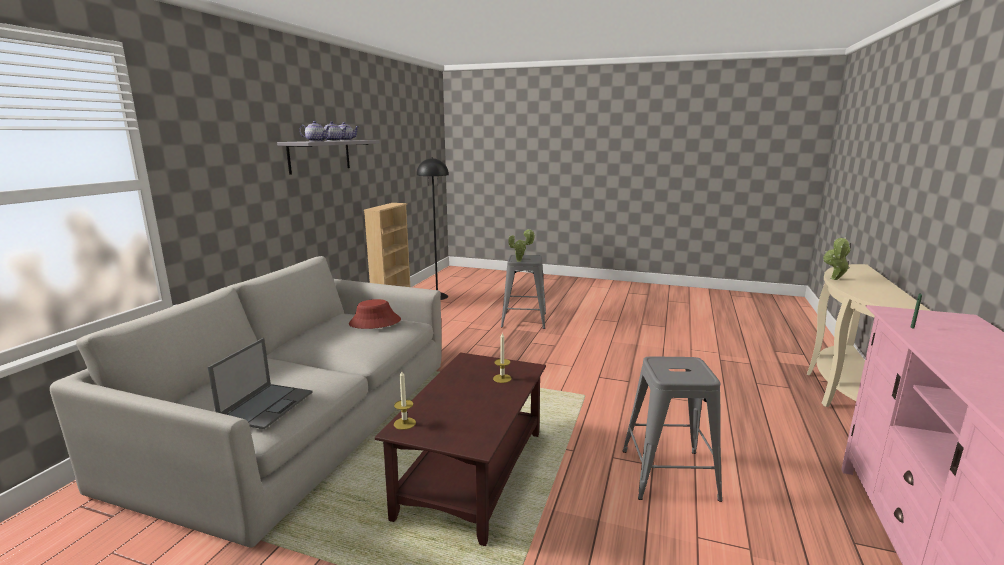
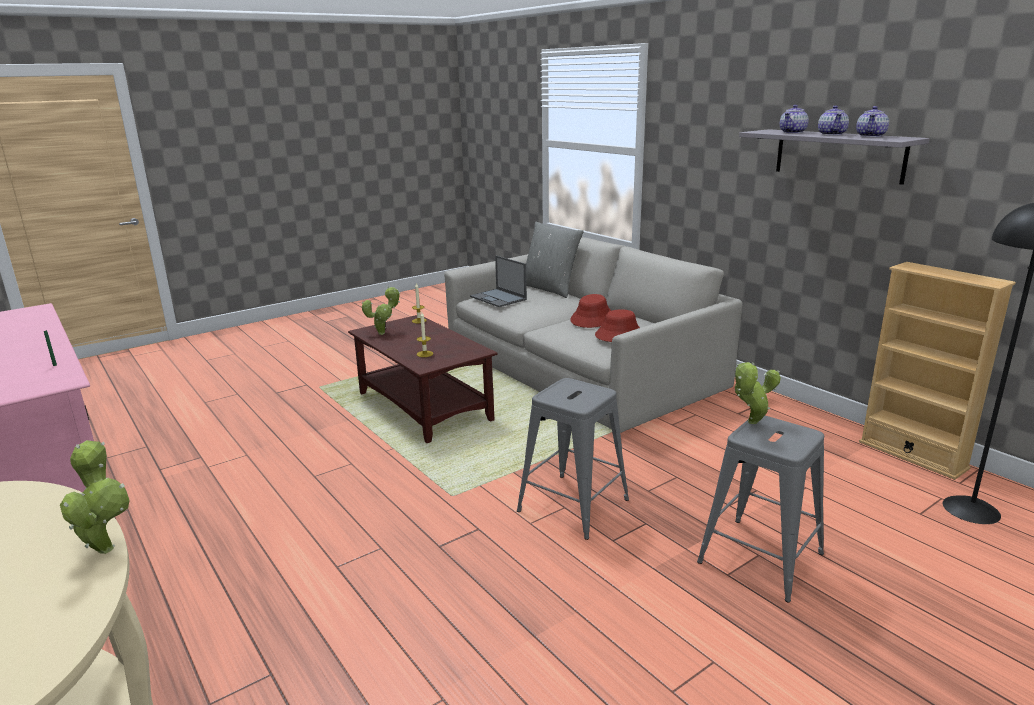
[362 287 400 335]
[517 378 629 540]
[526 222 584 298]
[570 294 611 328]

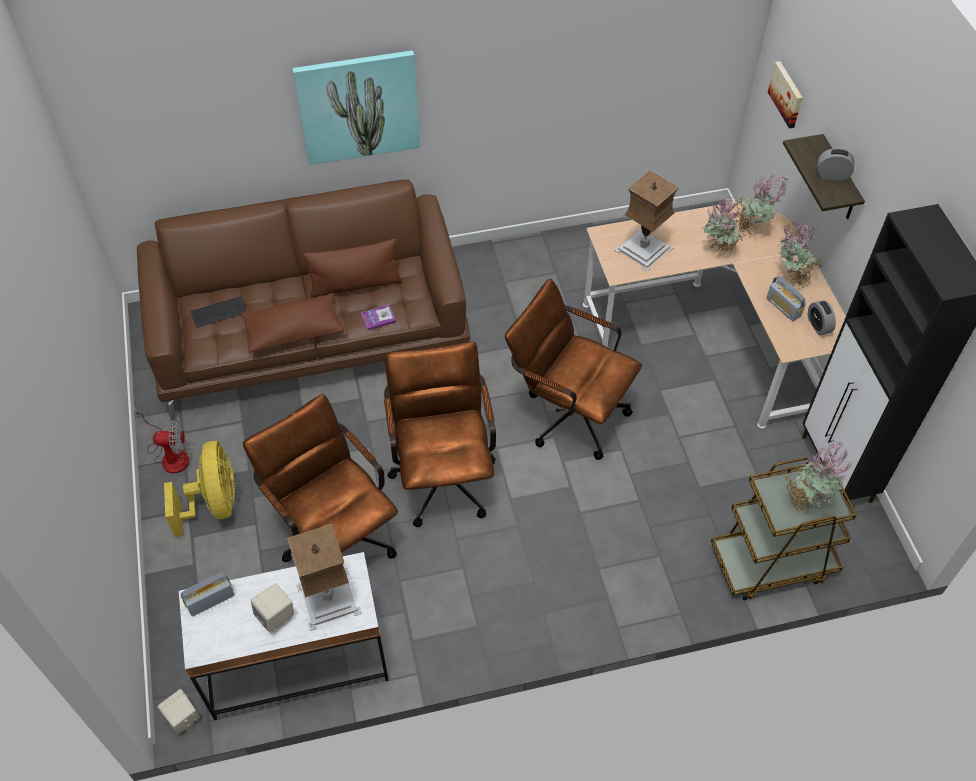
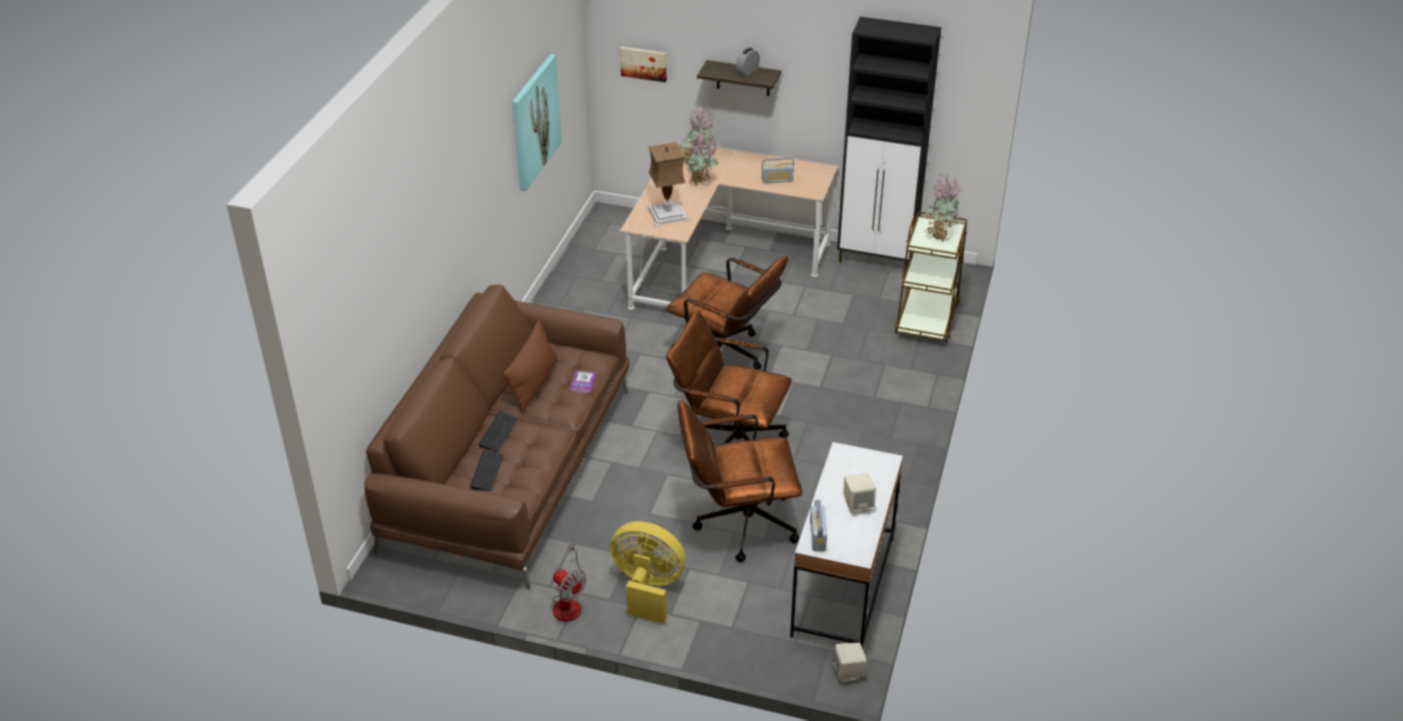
[478 411 518 451]
[512 54 562 191]
[552 542 586 622]
[666 256 788 369]
[241 293 344 353] (first image)
[288 524 362 631] (first image)
[778 221 822 290] (first image)
[808 300 836 335] (first image)

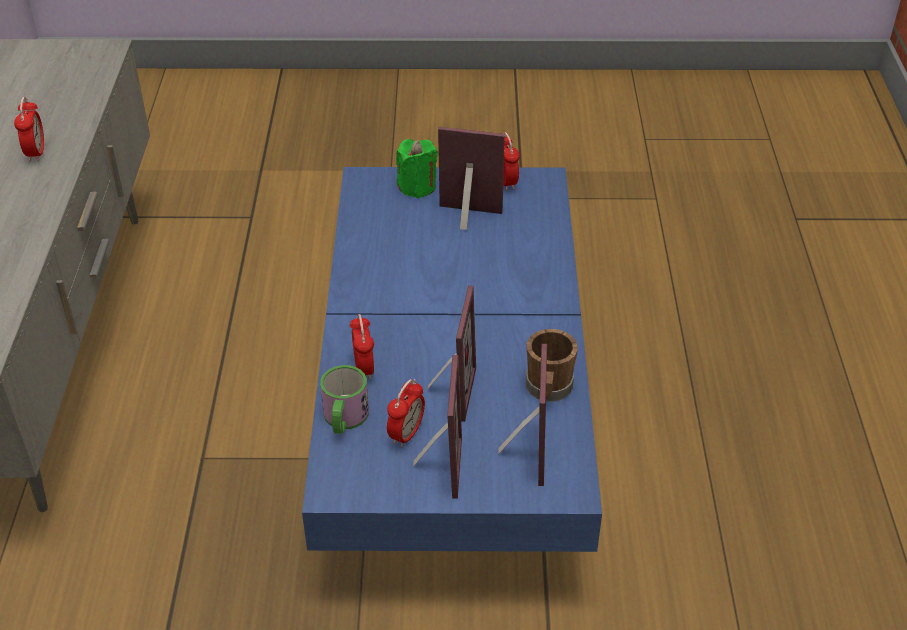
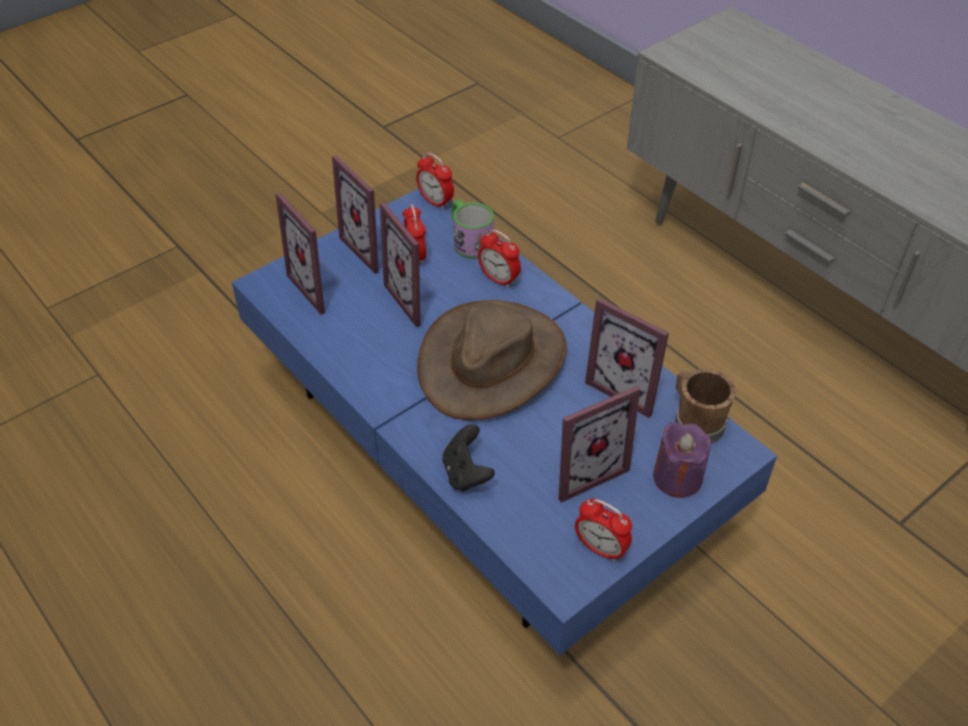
[416 153 454 210]
[417 300 567 420]
[442 424 495 491]
[585 298 669 418]
[653 422 711 498]
[675 369 736 443]

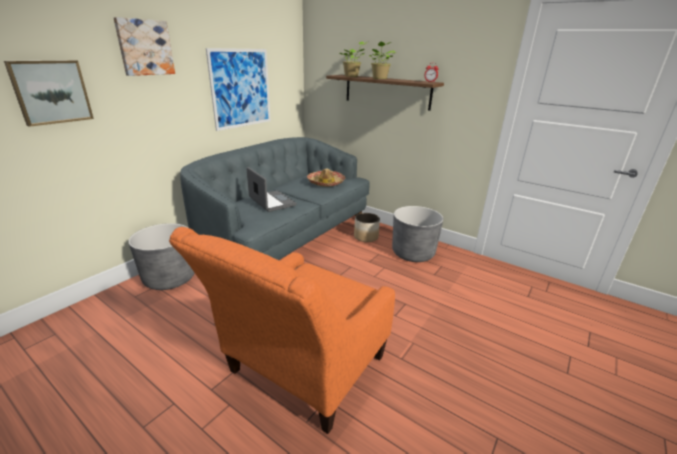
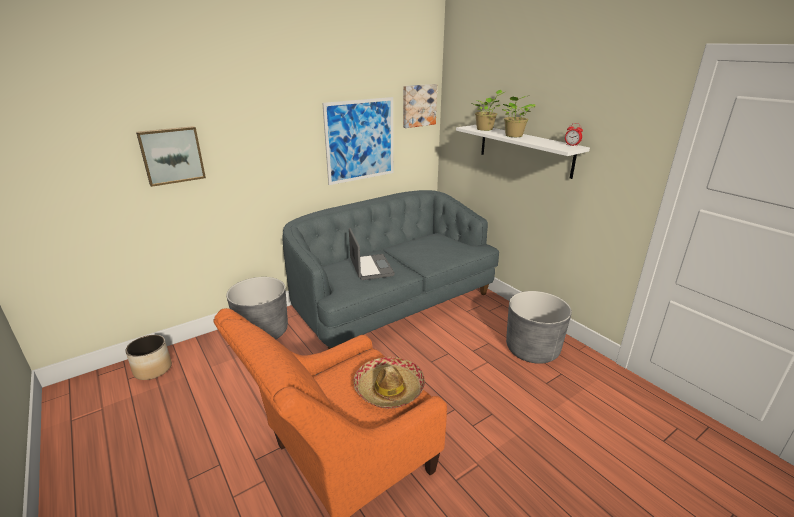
[125 335 172 380]
[354 357 425 409]
[403 84 437 128]
[456 125 590 179]

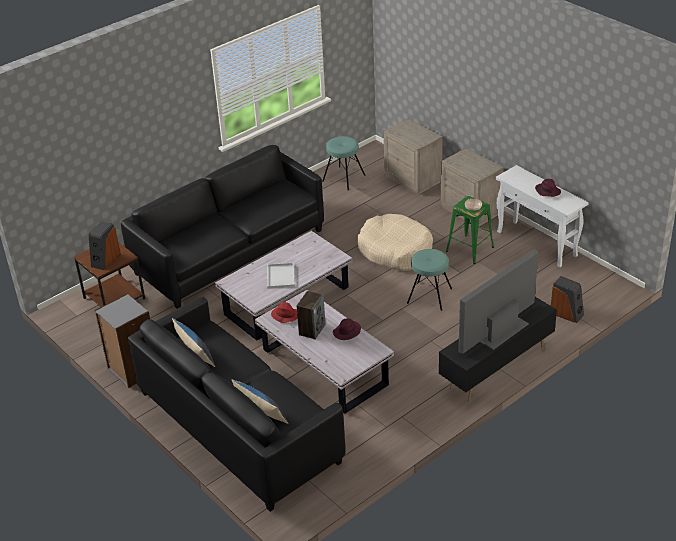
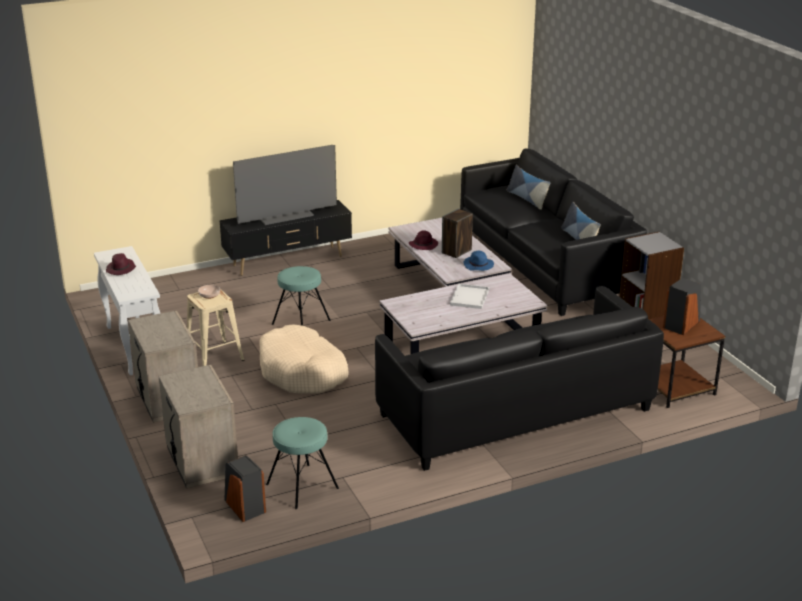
[187 289 244 366]
[224 455 266 522]
[464 251 494 271]

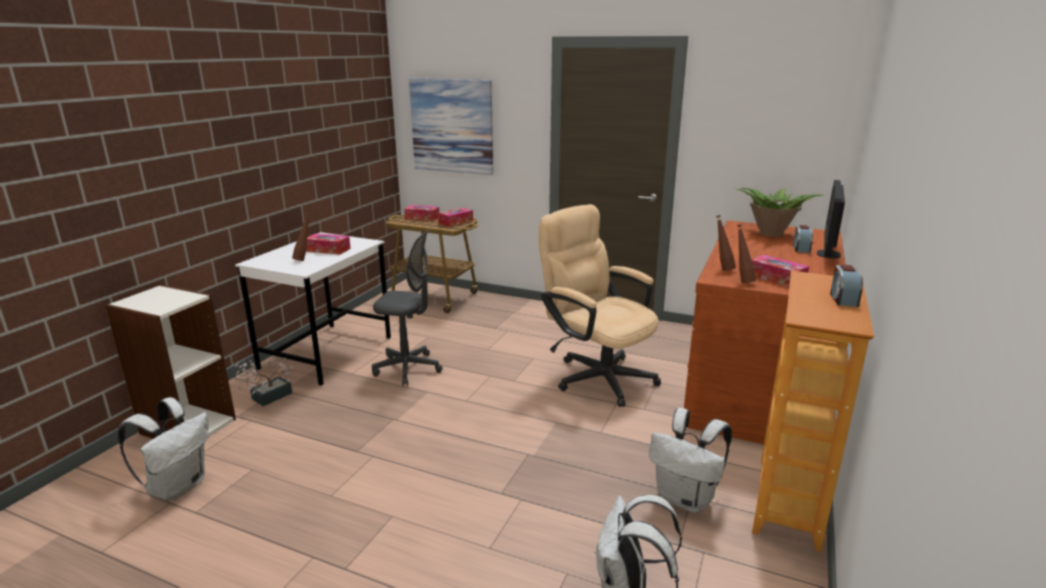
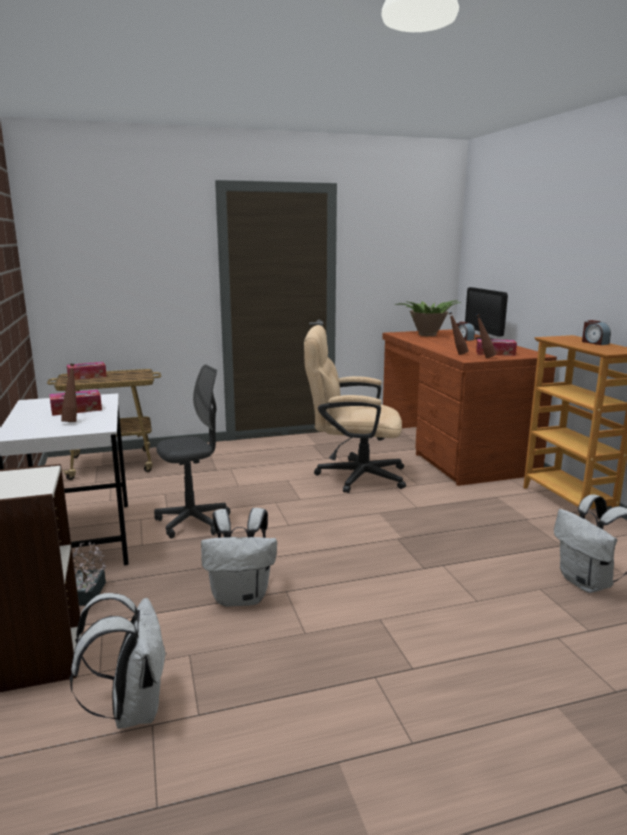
[201 508 277 607]
[409 78 493 175] (first image)
[438 208 473 227] (first image)

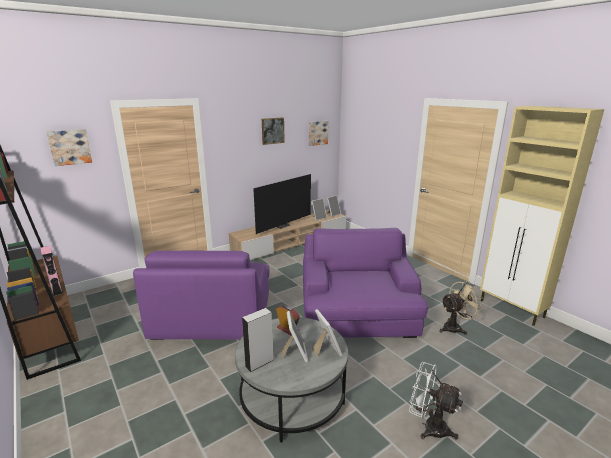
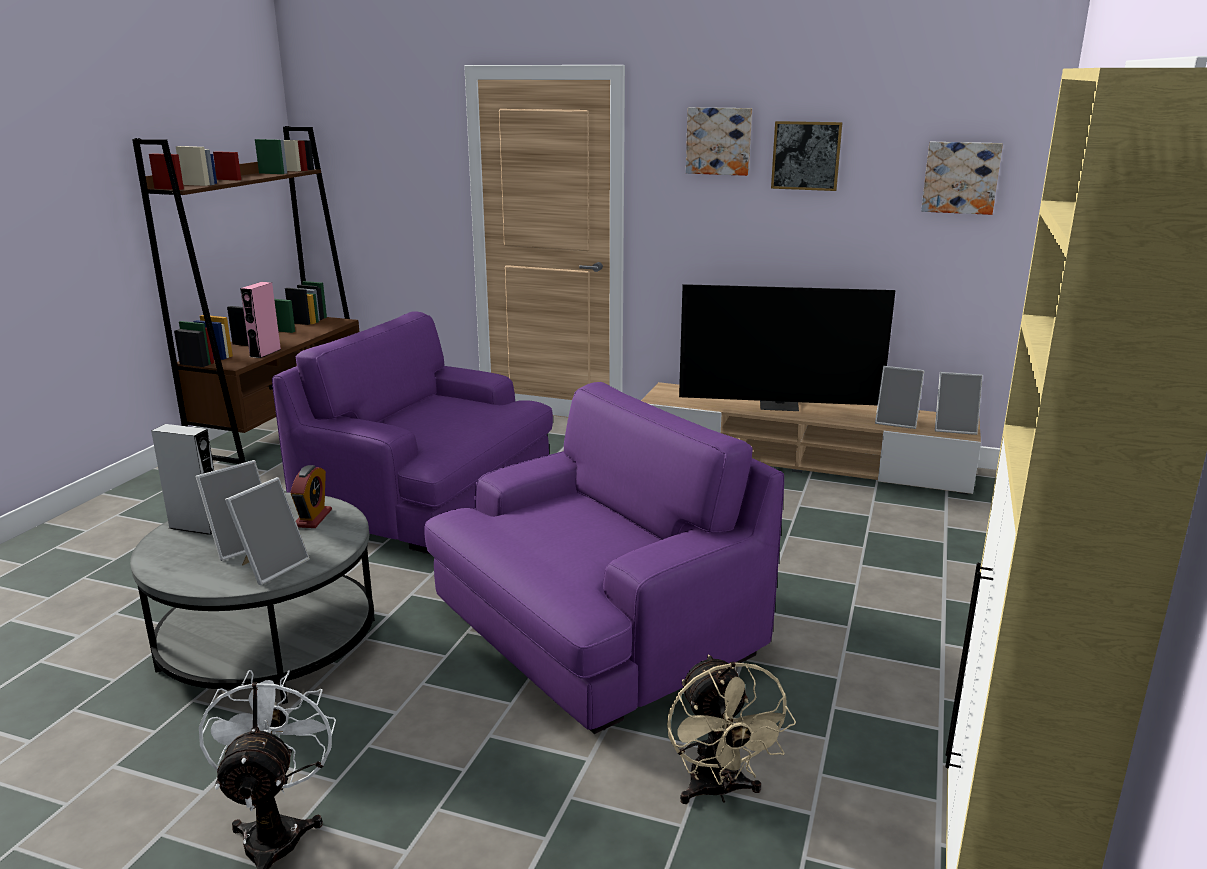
[272 311 553 554]
[667 655 796 804]
[686 107 752 176]

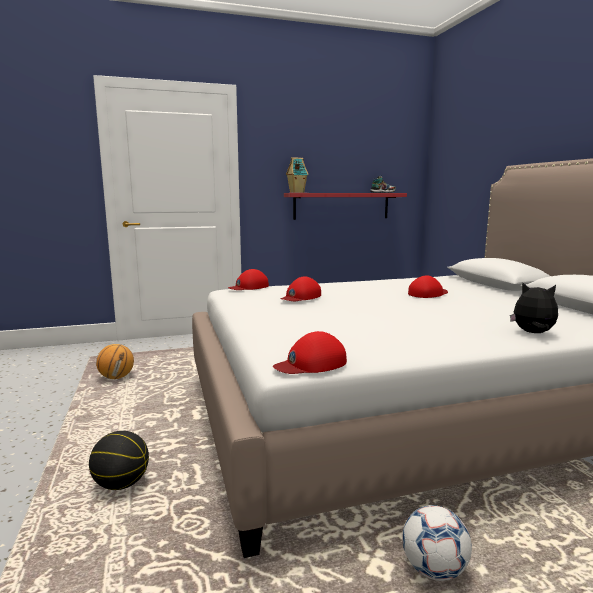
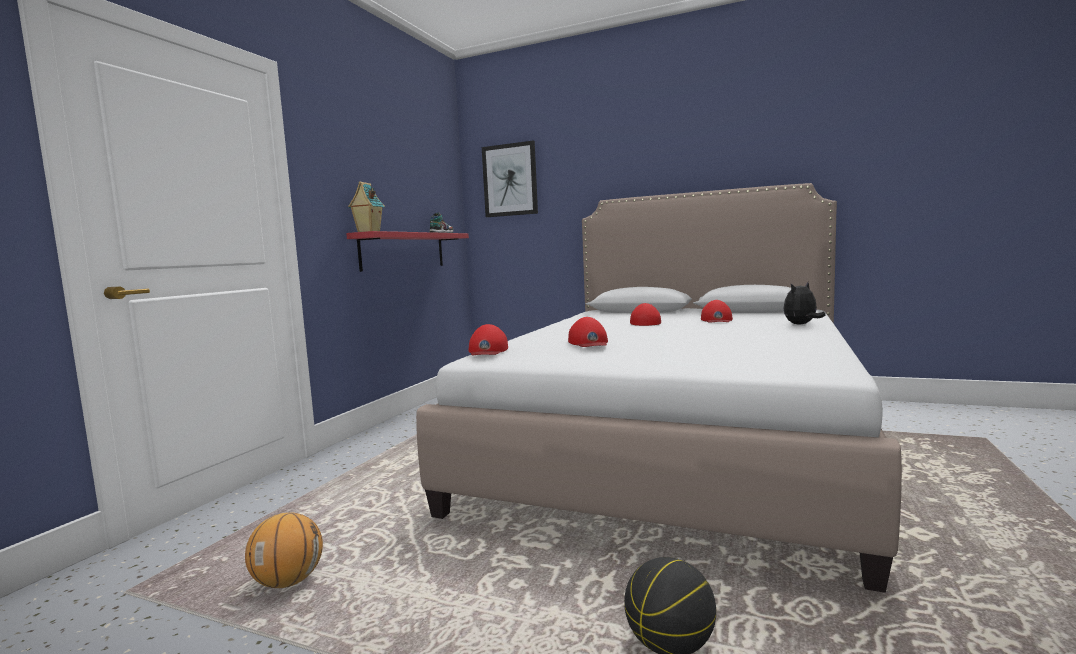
[482 141 538 217]
[701 300 733 323]
[402 505 472 581] (first image)

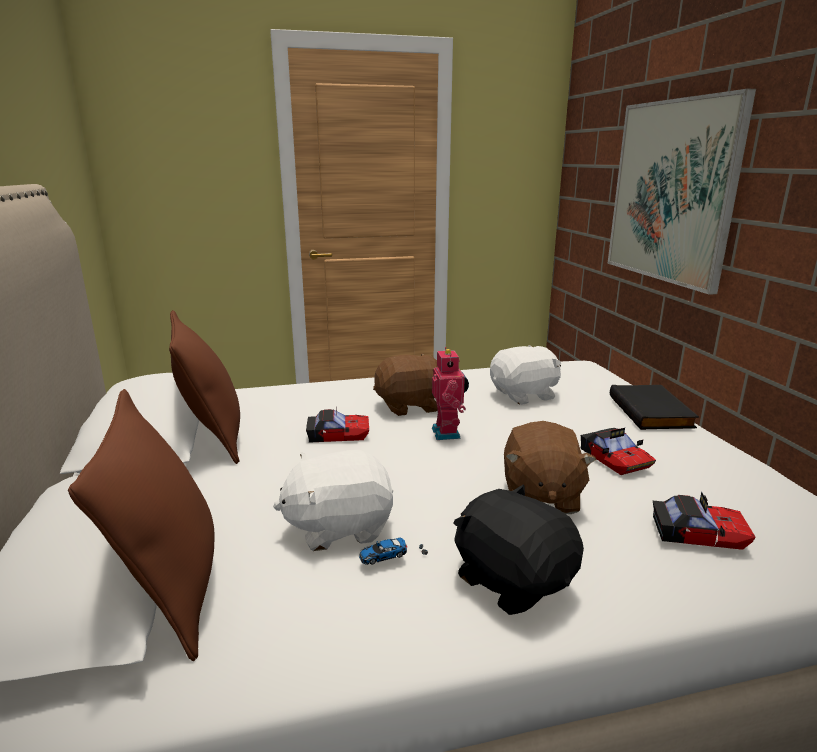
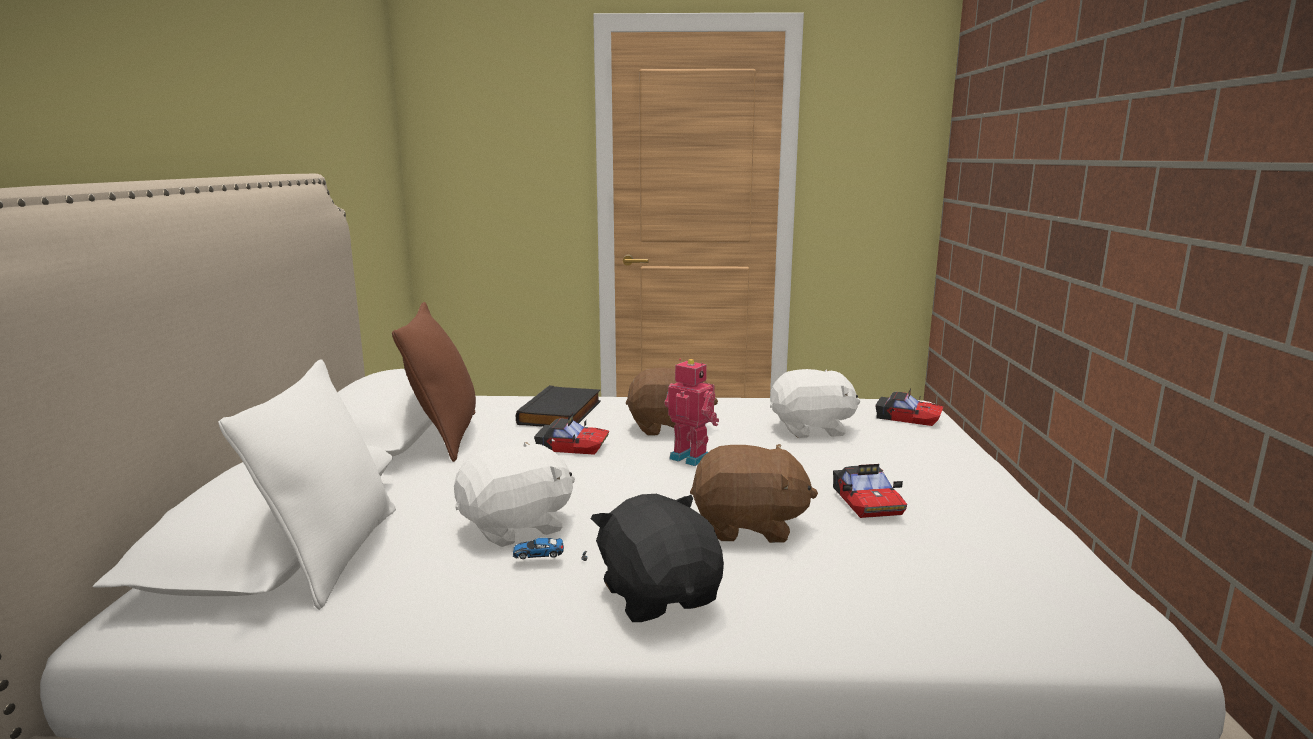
[218 359 396 610]
[454 441 575 547]
[516 385 601 427]
[665 359 719 466]
[690 444 818 543]
[875 388 943 426]
[607 89 756 295] (first image)

